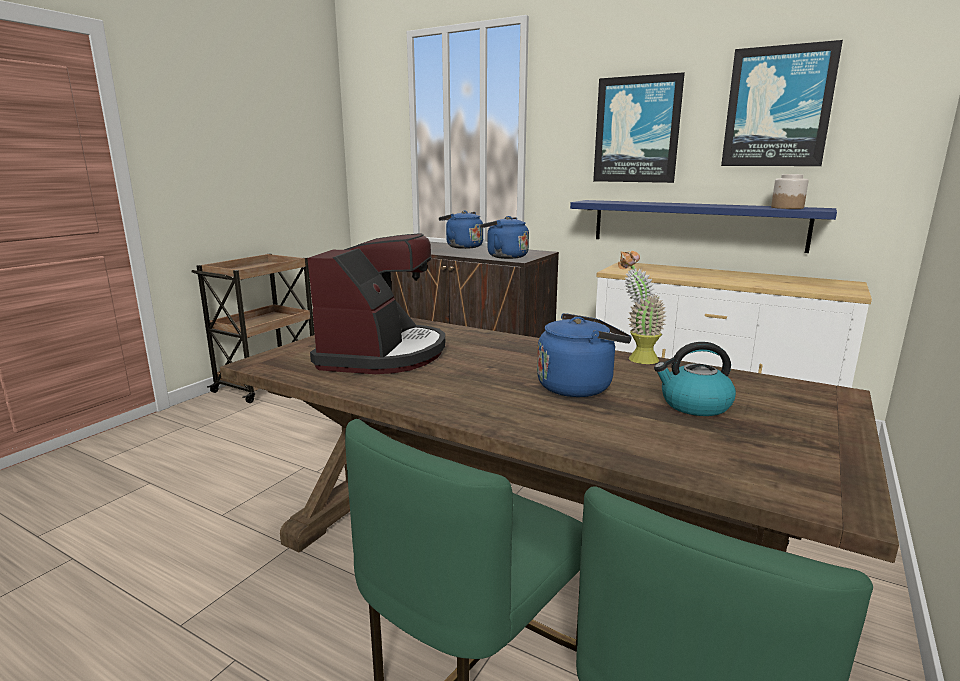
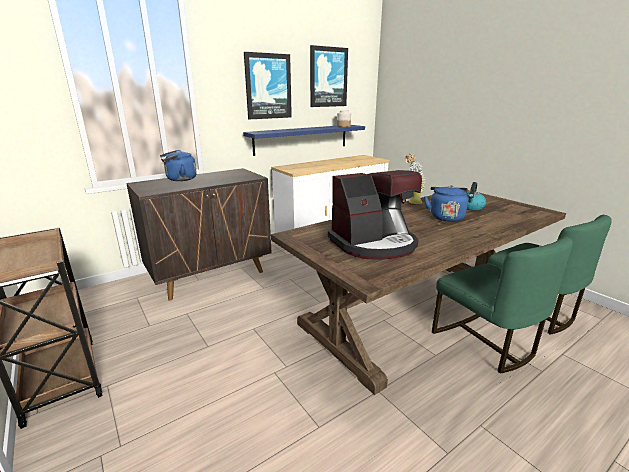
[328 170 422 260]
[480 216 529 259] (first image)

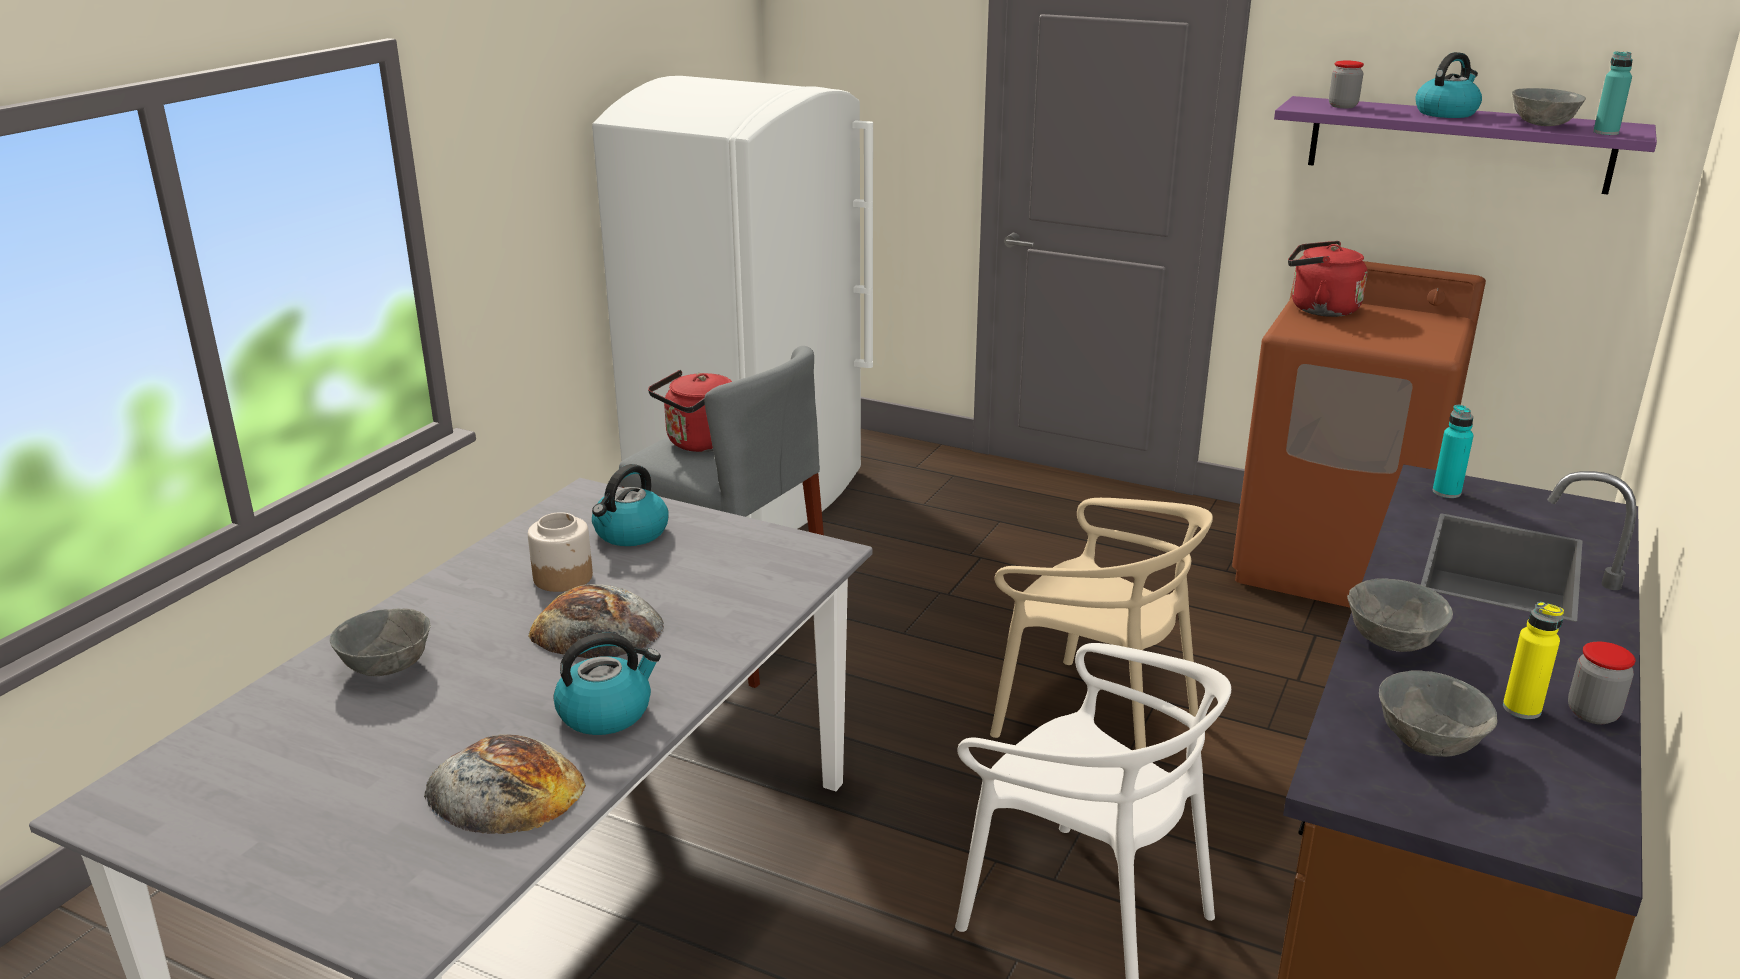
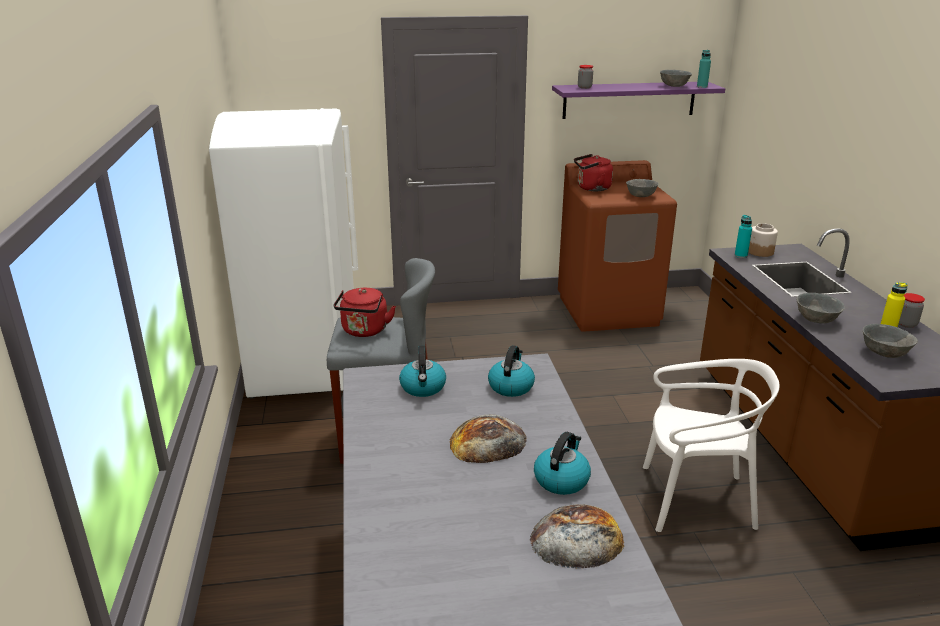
[488 345 535 397]
[626 179 659 197]
[748 223 778 257]
[990 498 1213 749] (first image)

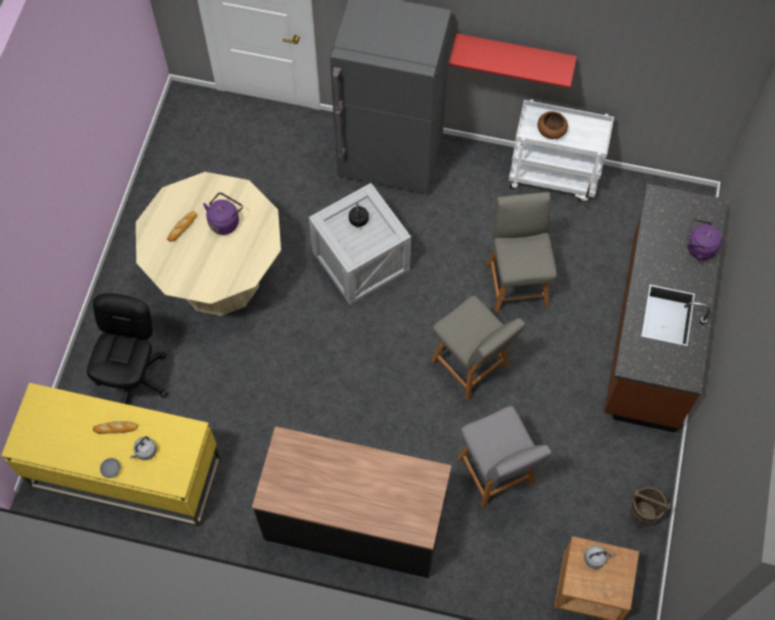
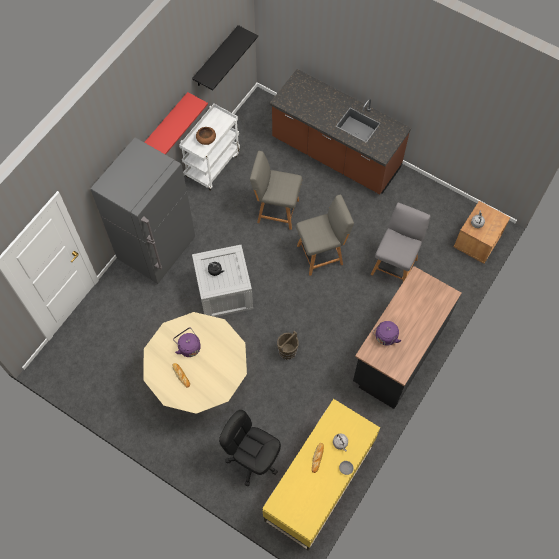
[192 25 258 90]
[277 331 299 360]
[371 202 431 282]
[373 321 401 346]

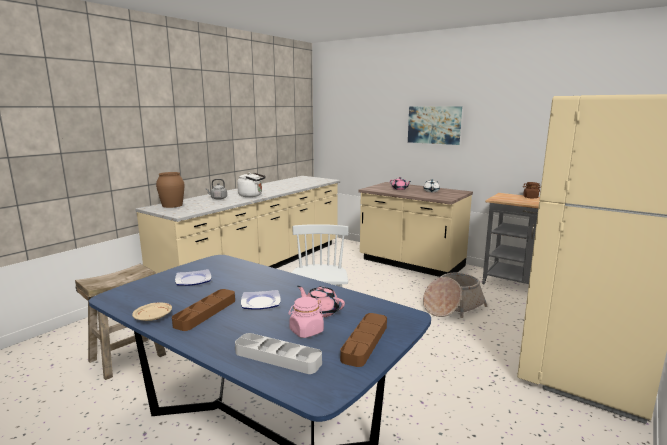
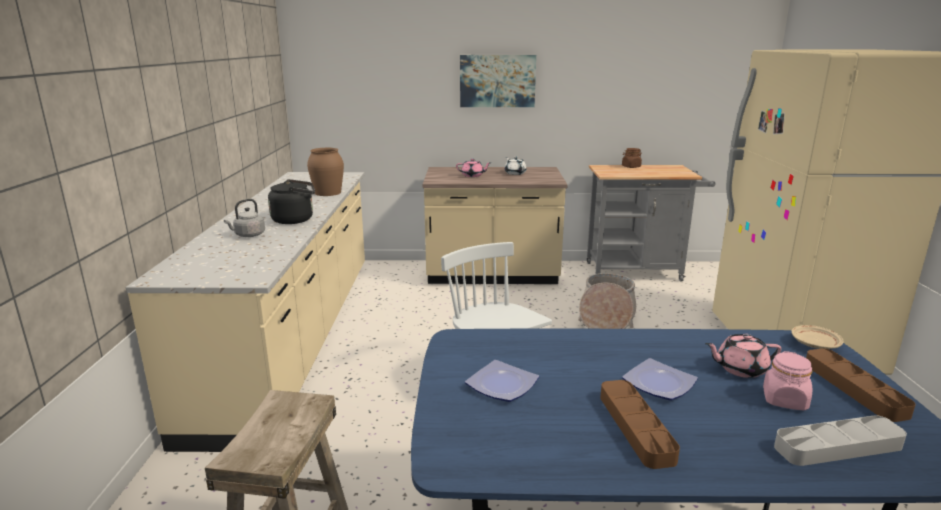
[268 179 315 224]
[307 148 344 196]
[791 325 844 349]

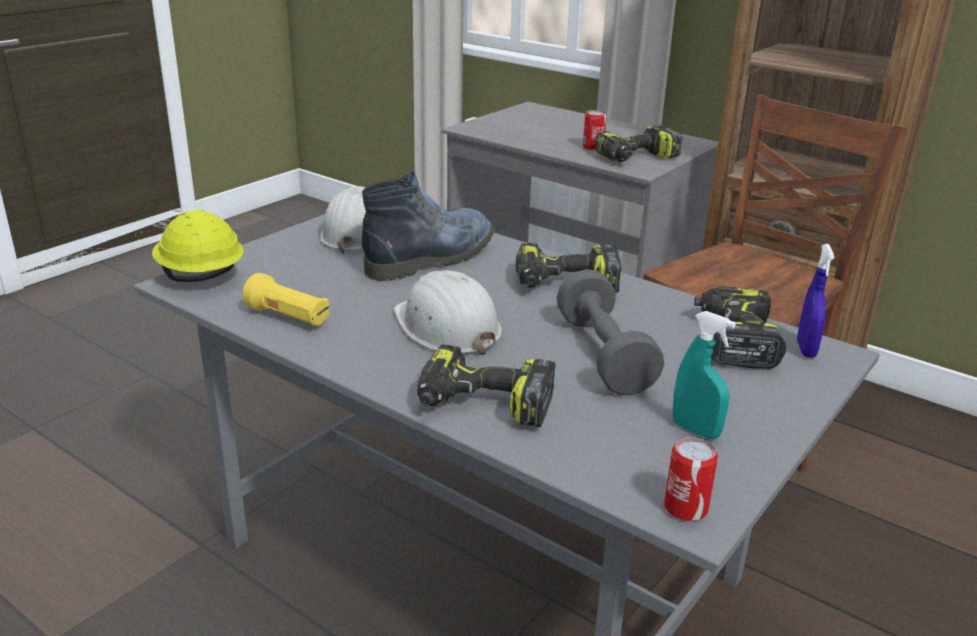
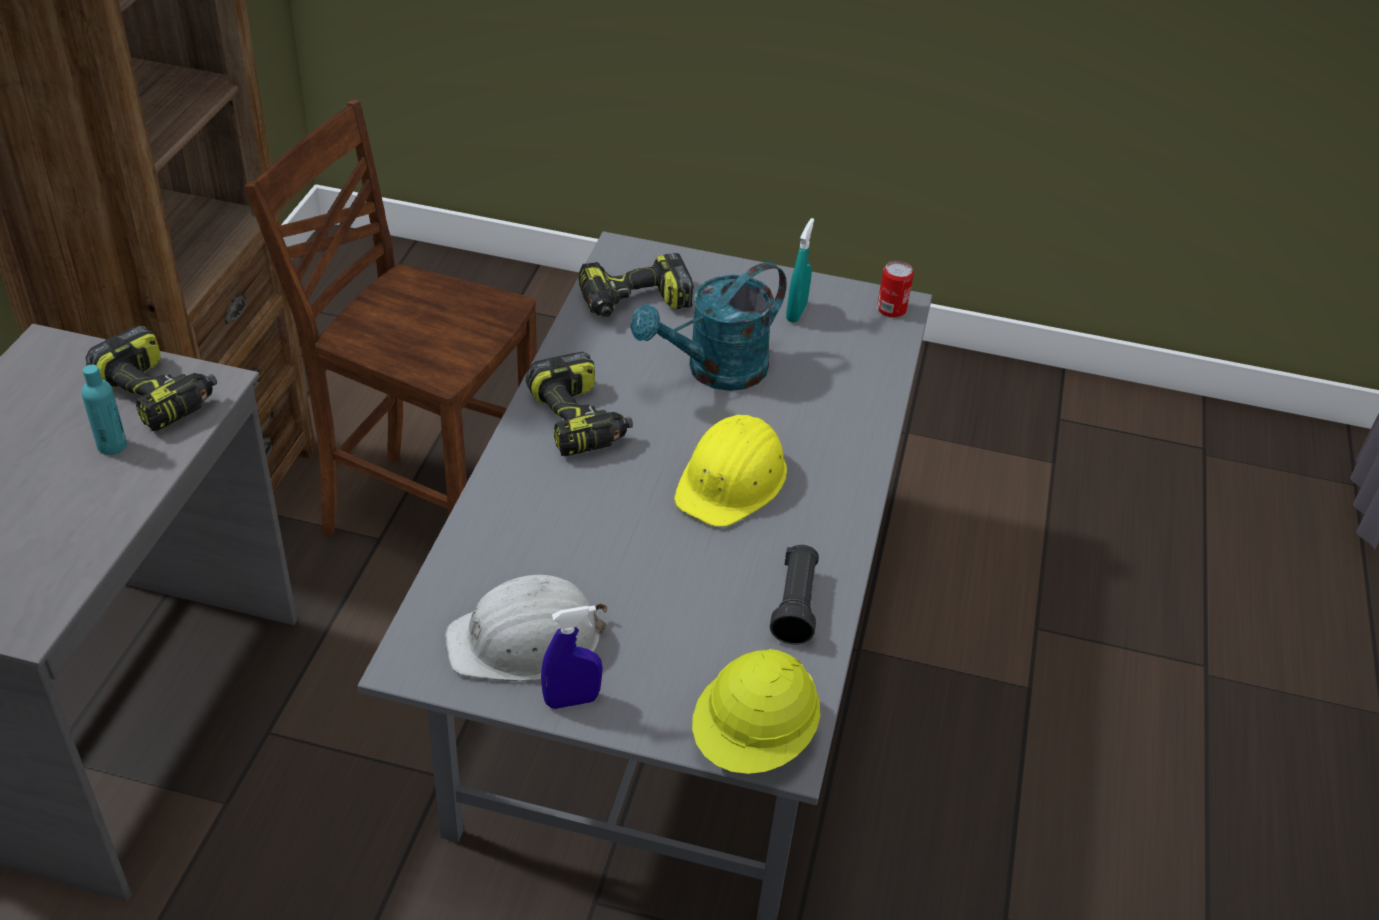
[81 365 127 455]
[541 606 603 709]
[630 262 787 391]
[674 415 787 527]
[770 545 819 645]
[362 172 495 281] (first image)
[417 344 555 428] (first image)

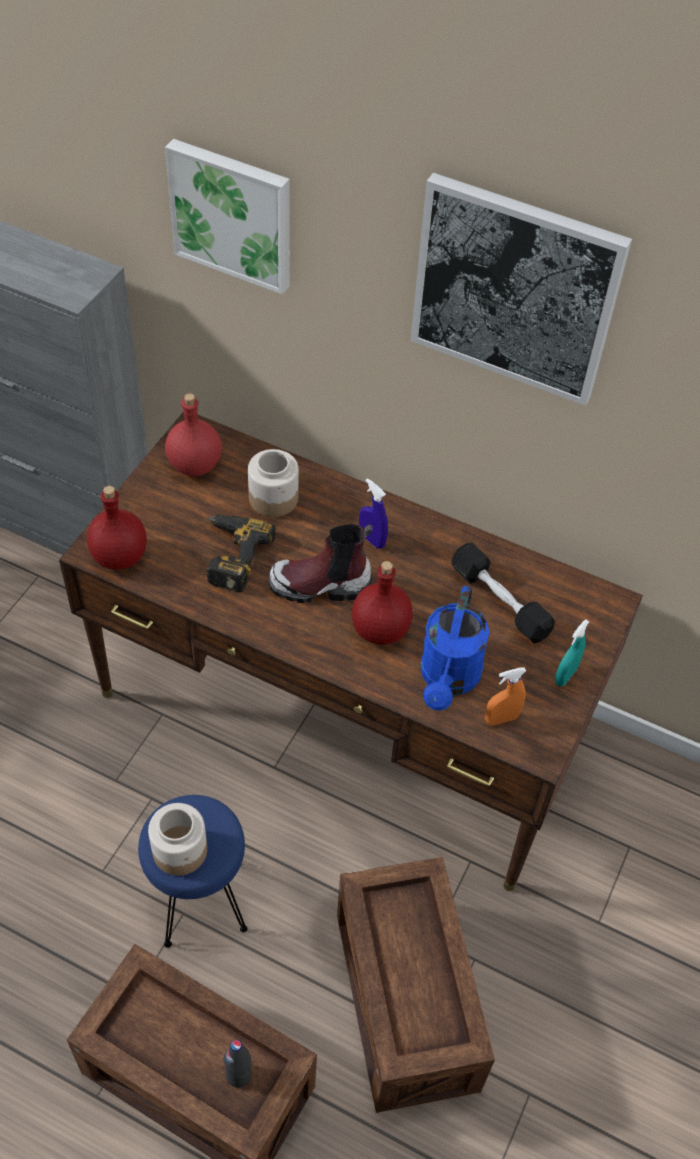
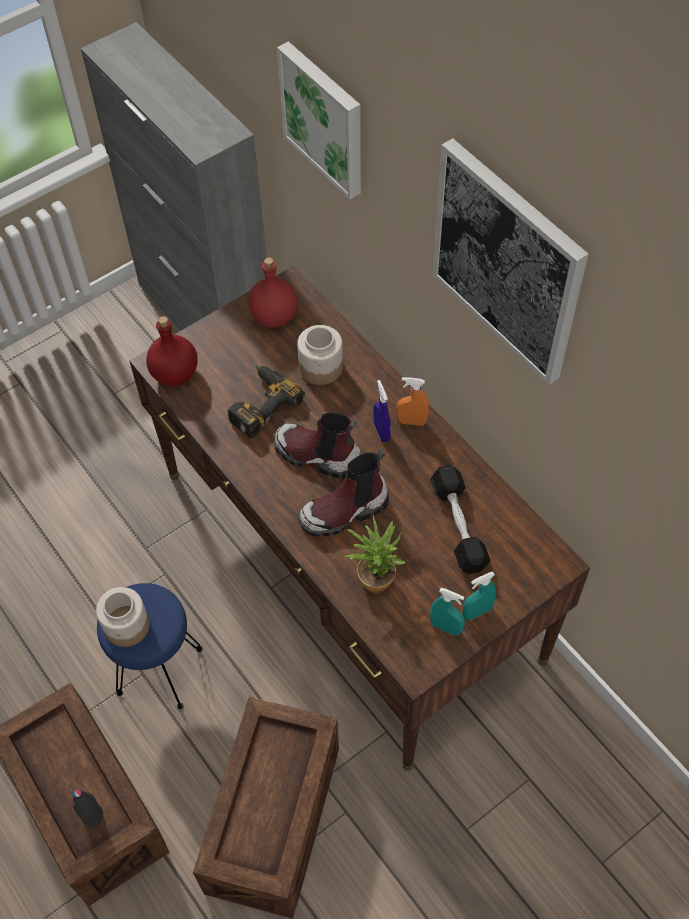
[298 449 389 536]
[345 515 405 593]
[396 377 429 426]
[430 588 465 636]

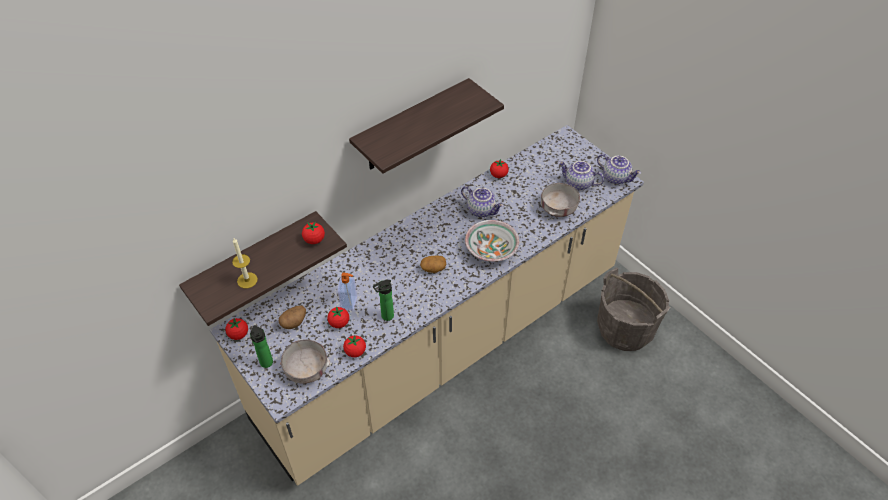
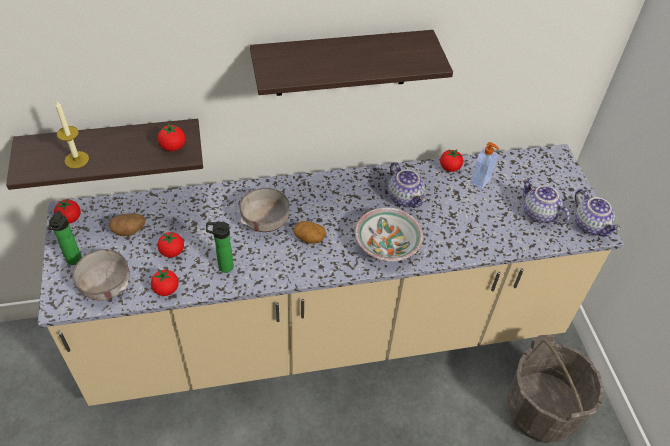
[240 188 290 232]
[470 142 499 189]

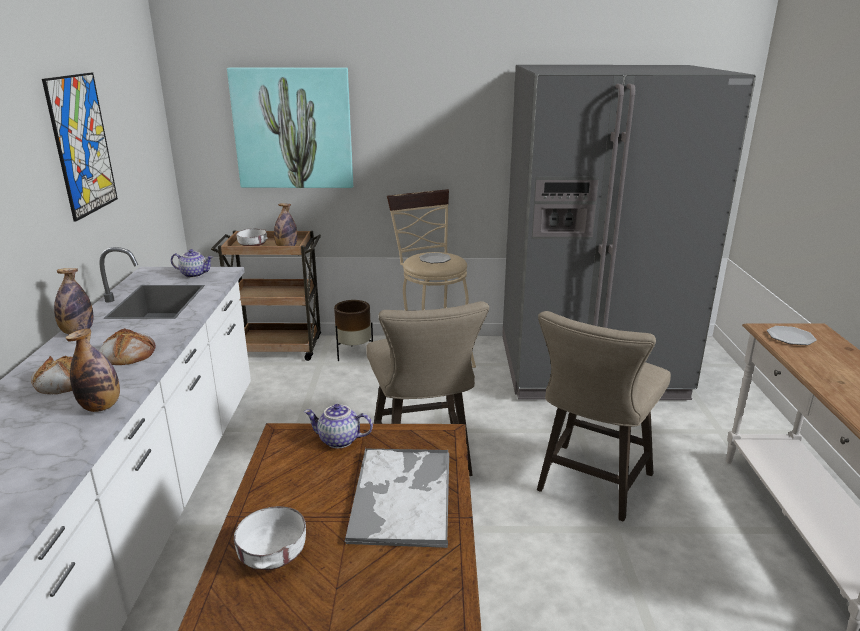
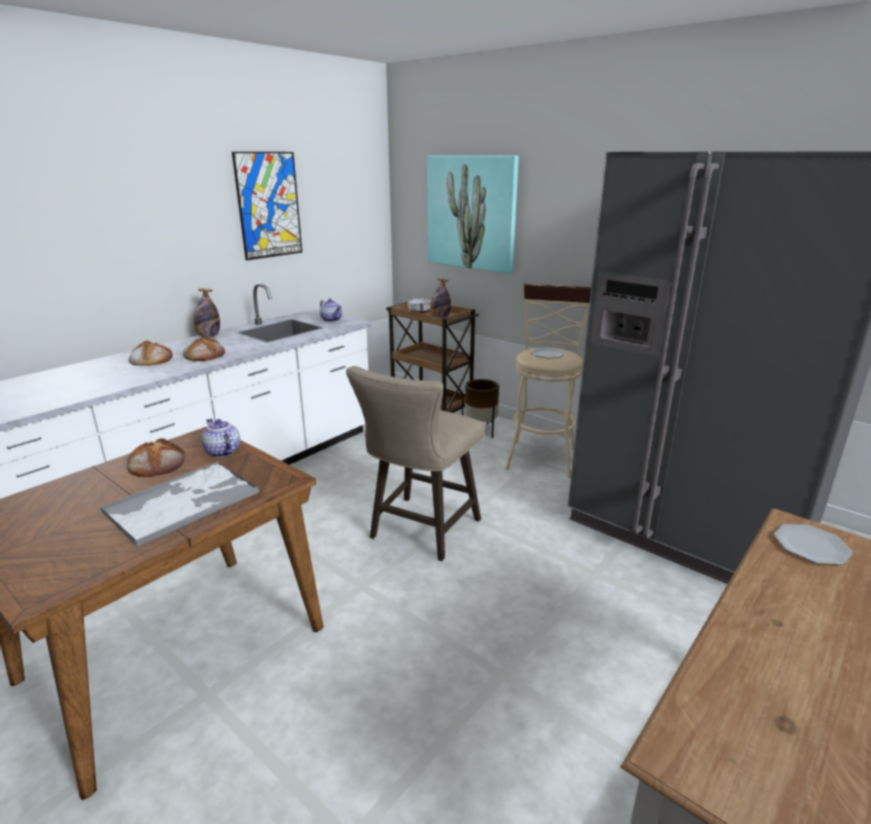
[127 438 185 477]
[66 328 120 412] (first image)
[234 506 306 570] (first image)
[537 311 671 521] (first image)

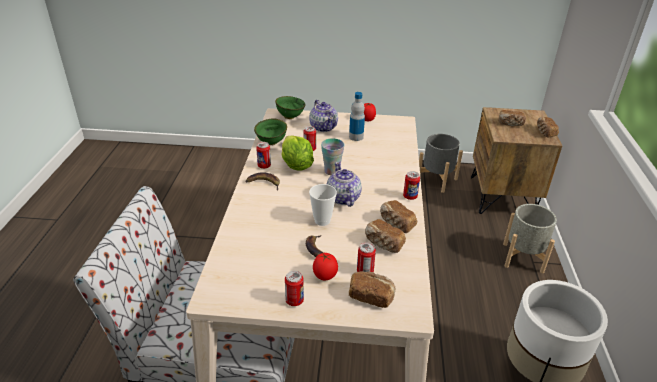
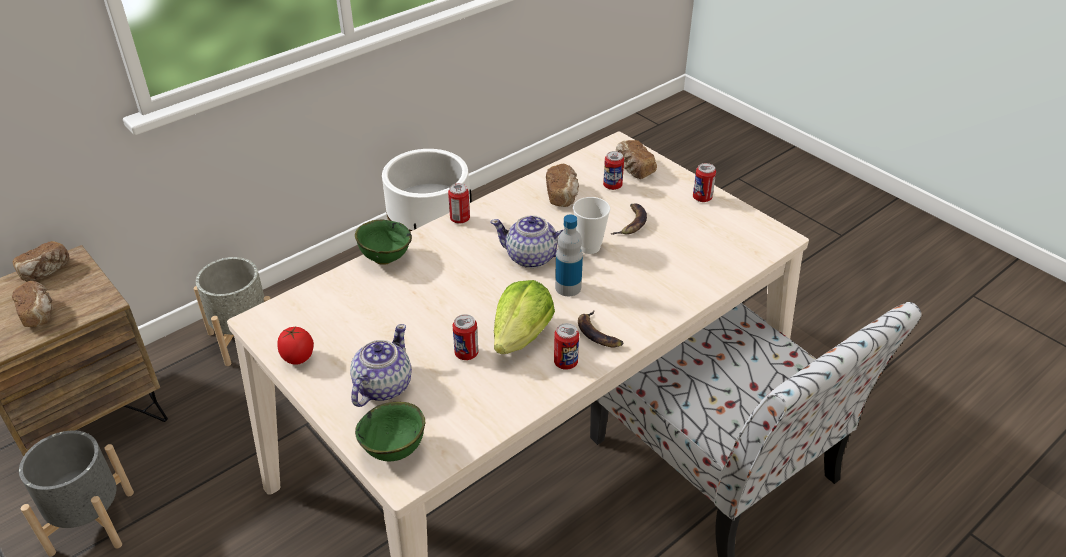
[355 219 412 265]
[490 215 564 268]
[555 215 583 296]
[313 253 338 280] (first image)
[321 138 344 175] (first image)
[380 200 417 233] (first image)

